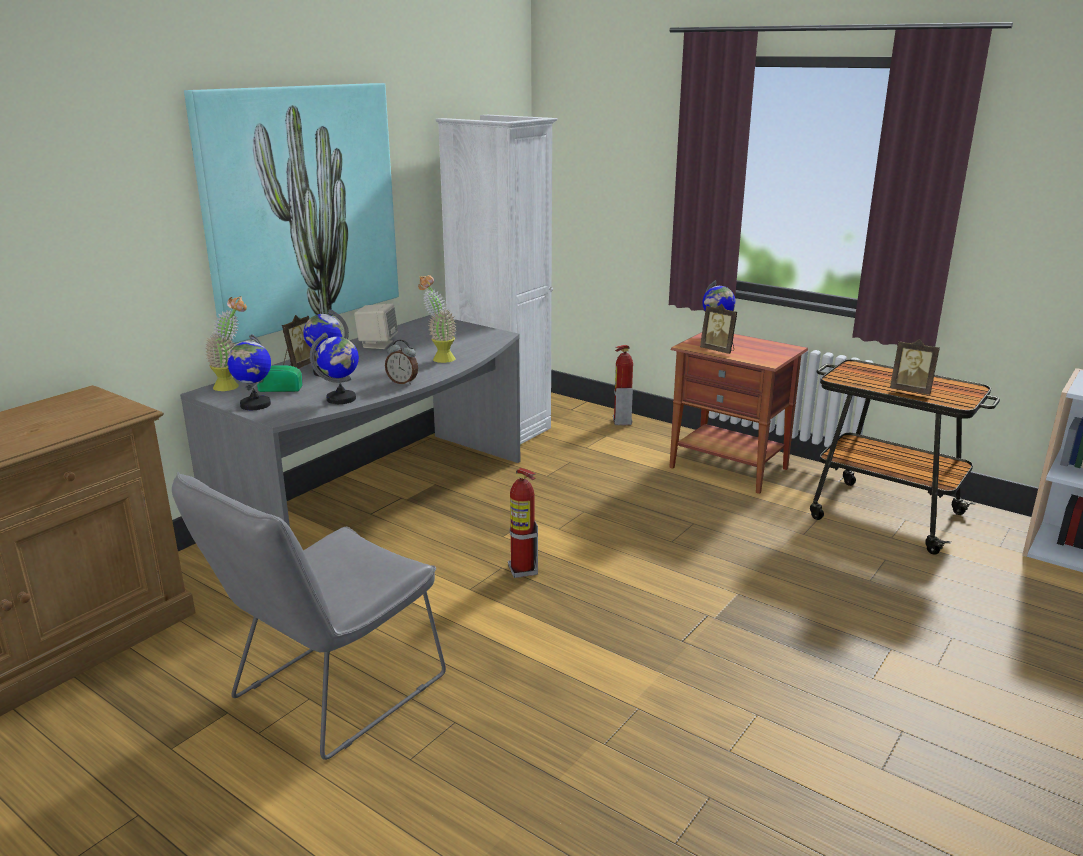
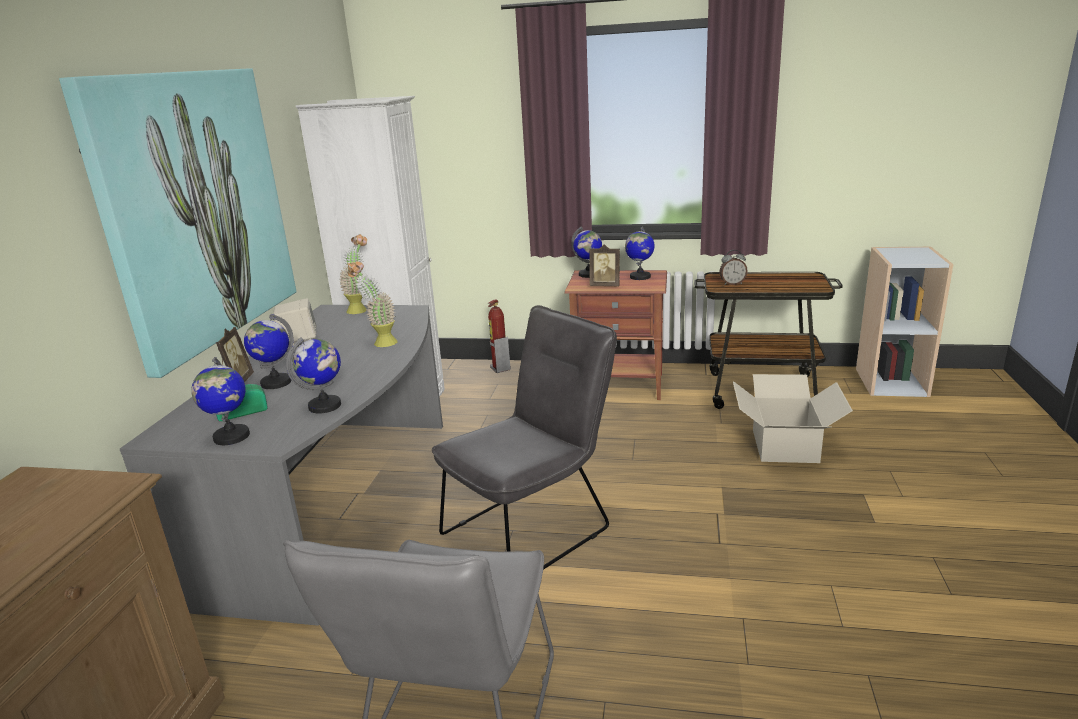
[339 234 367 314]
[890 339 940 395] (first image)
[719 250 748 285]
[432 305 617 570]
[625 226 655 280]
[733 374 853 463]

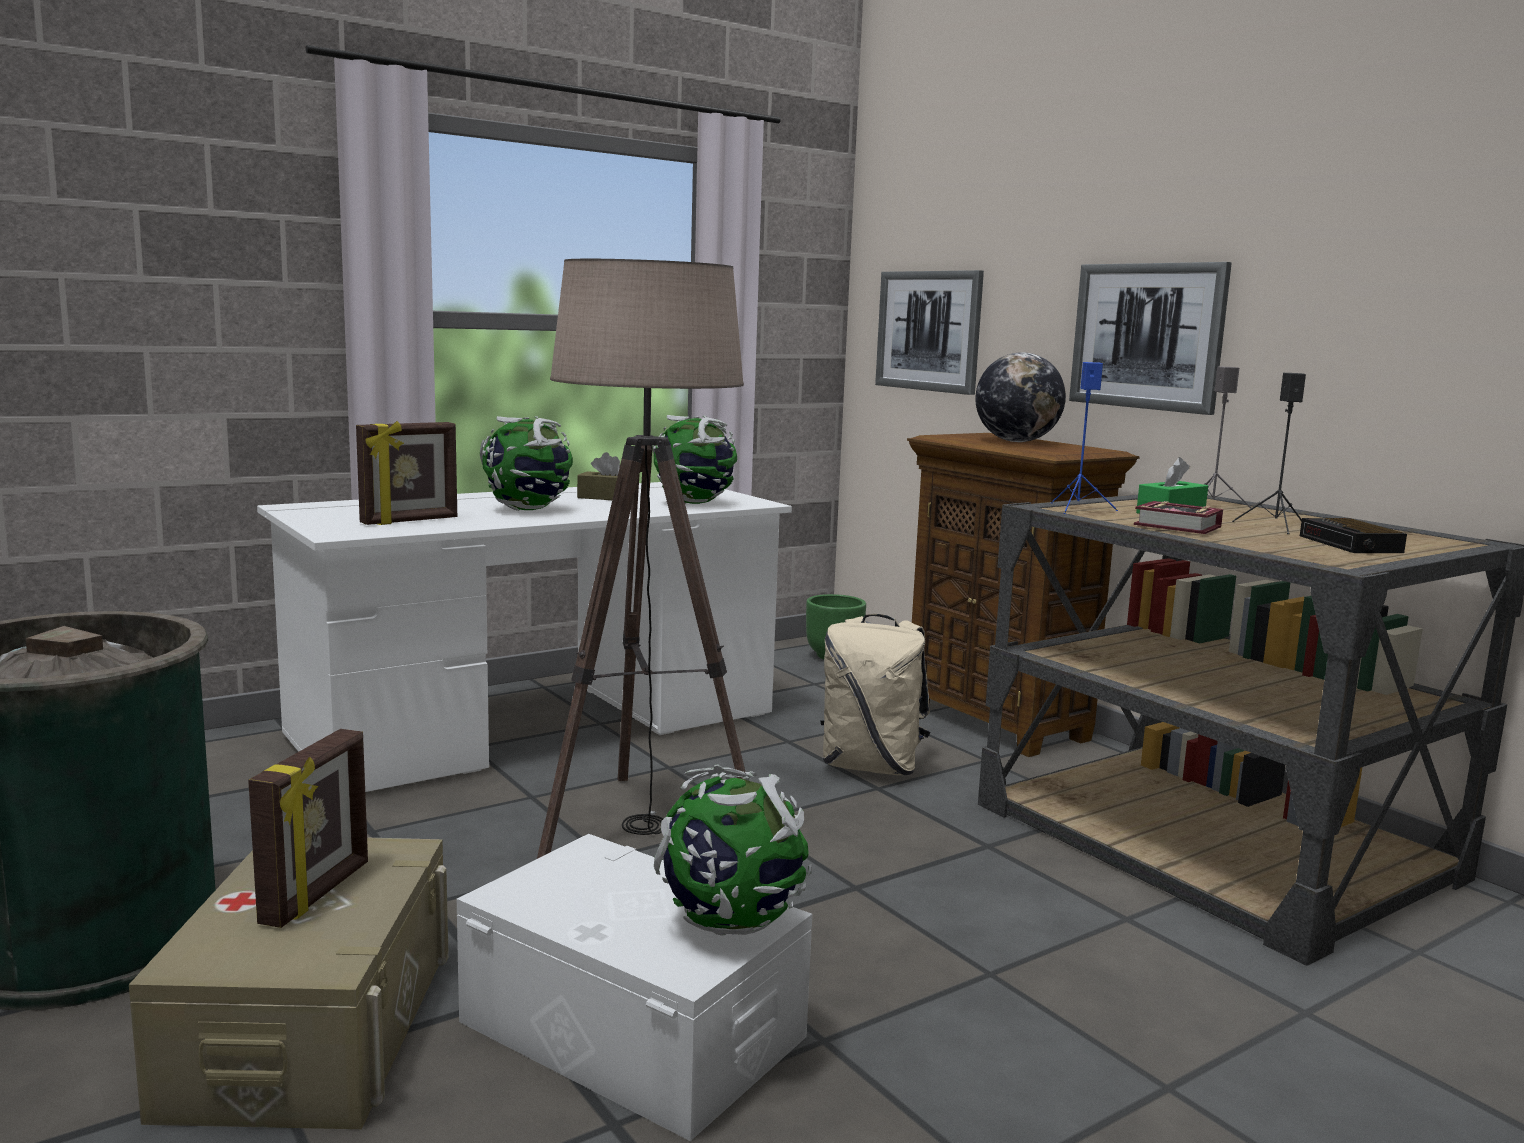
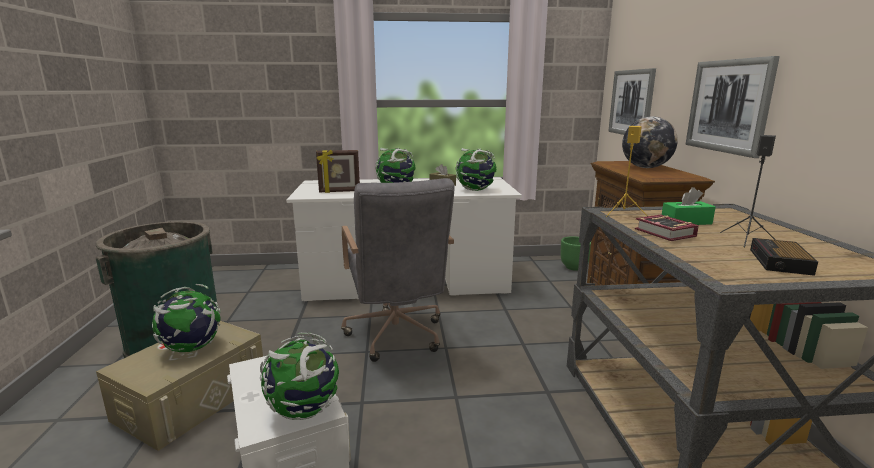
[341 178 455 362]
[606 126 648 217]
[1204 366 1253 510] (first image)
[821 614 931 775] (first image)
[152 284 221 352]

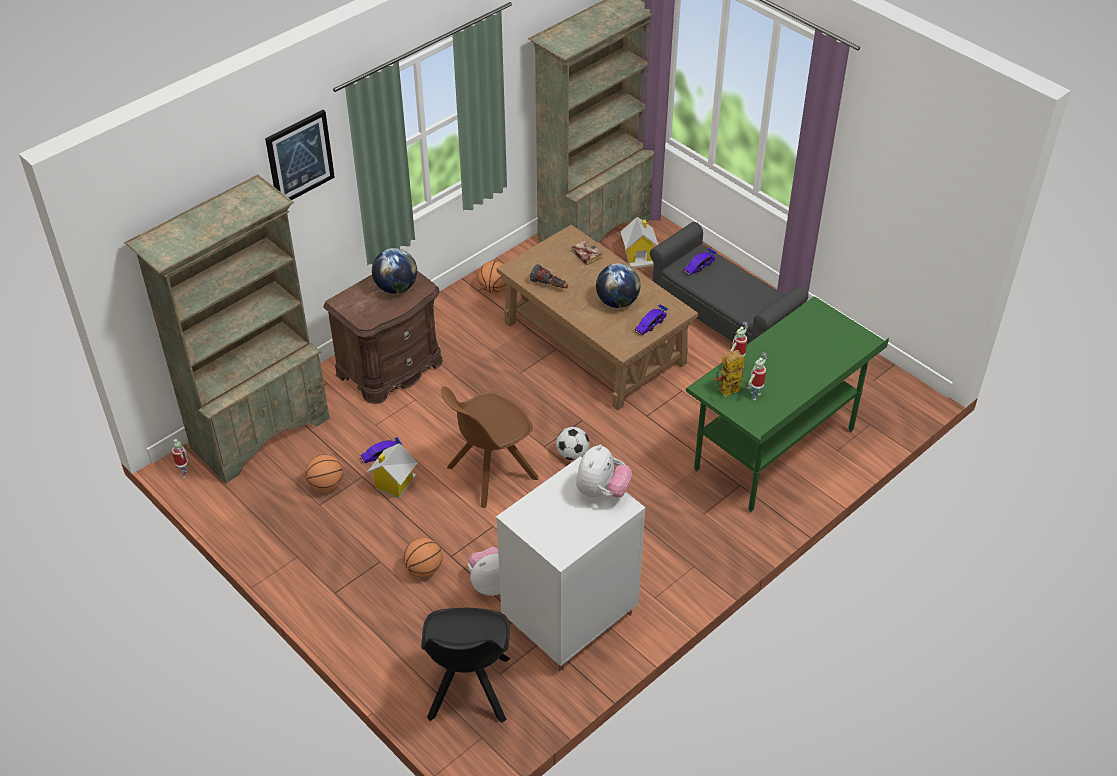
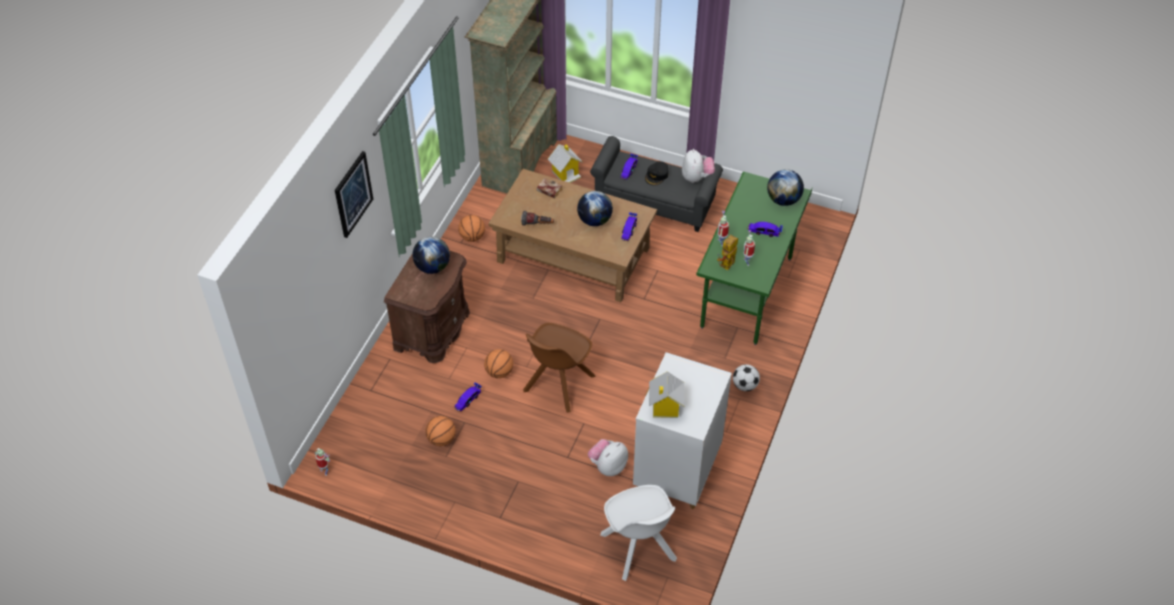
[124 174 330 483] (first image)
[733 364 760 391]
[649 371 685 418]
[682 149 715 183]
[484 349 513 378]
[600 485 677 581]
[645 161 669 186]
[767 169 804 206]
[747 222 783 237]

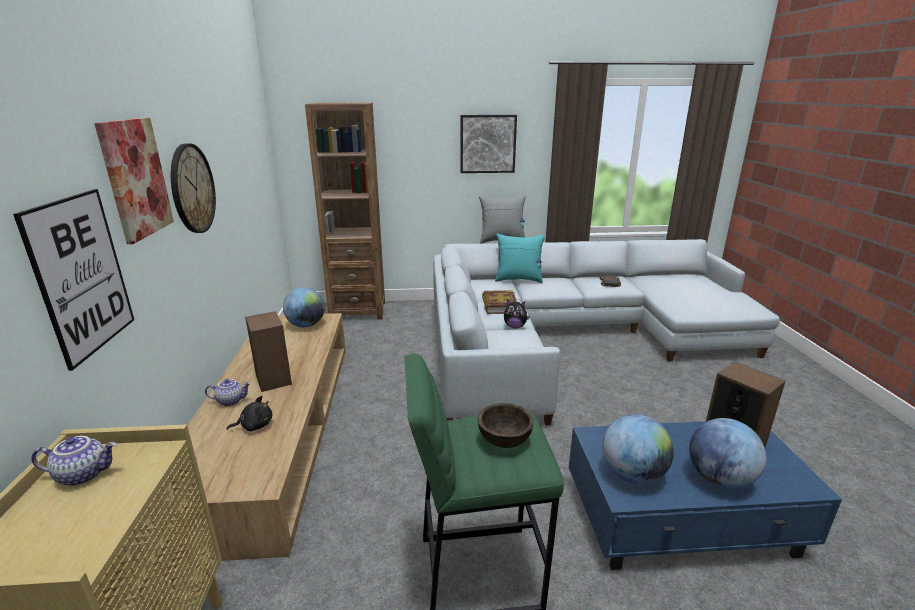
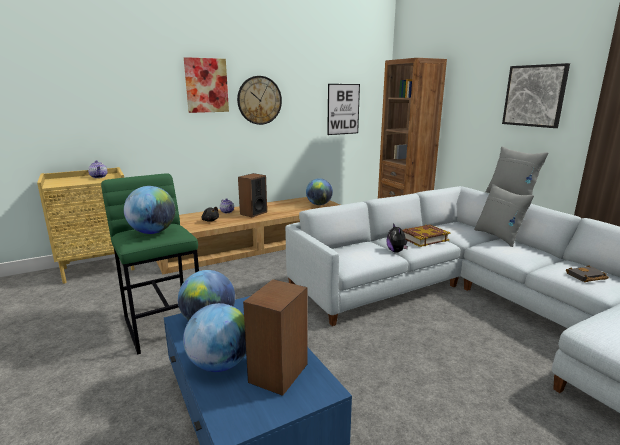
[327 84 360 135]
[474 184 534 247]
[124 186 175 234]

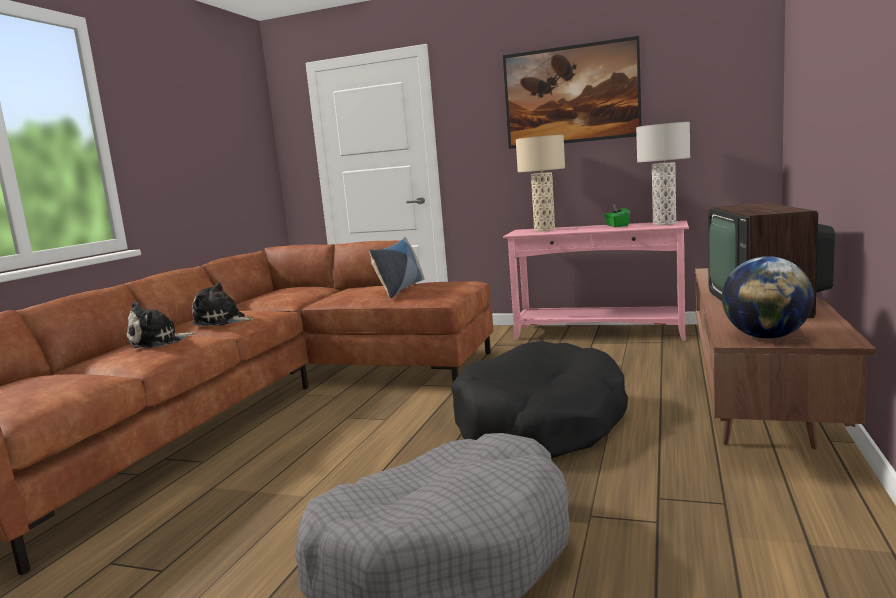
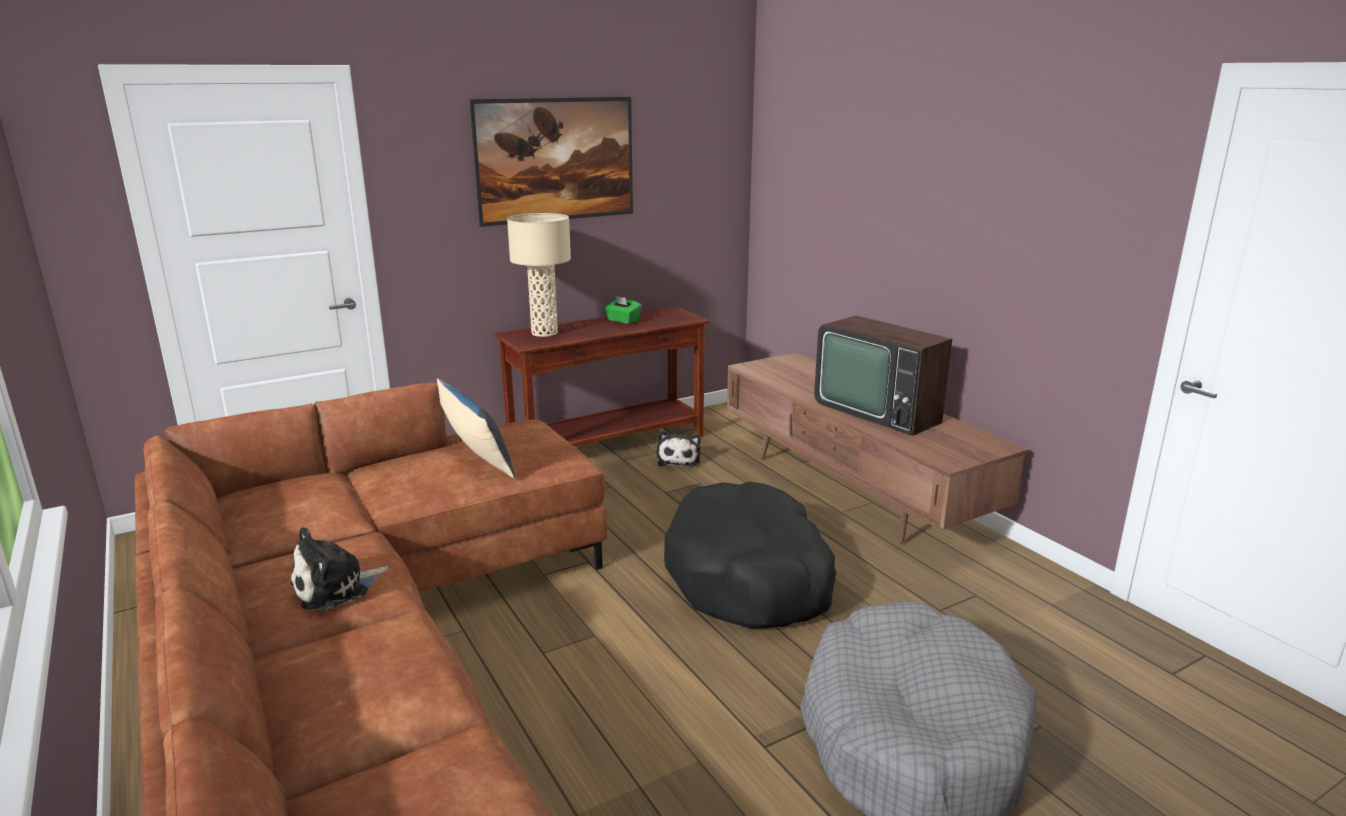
[636 122 690 225] (first image)
[493 306 710 447]
[722 256 814 339] (first image)
[656 430 701 467]

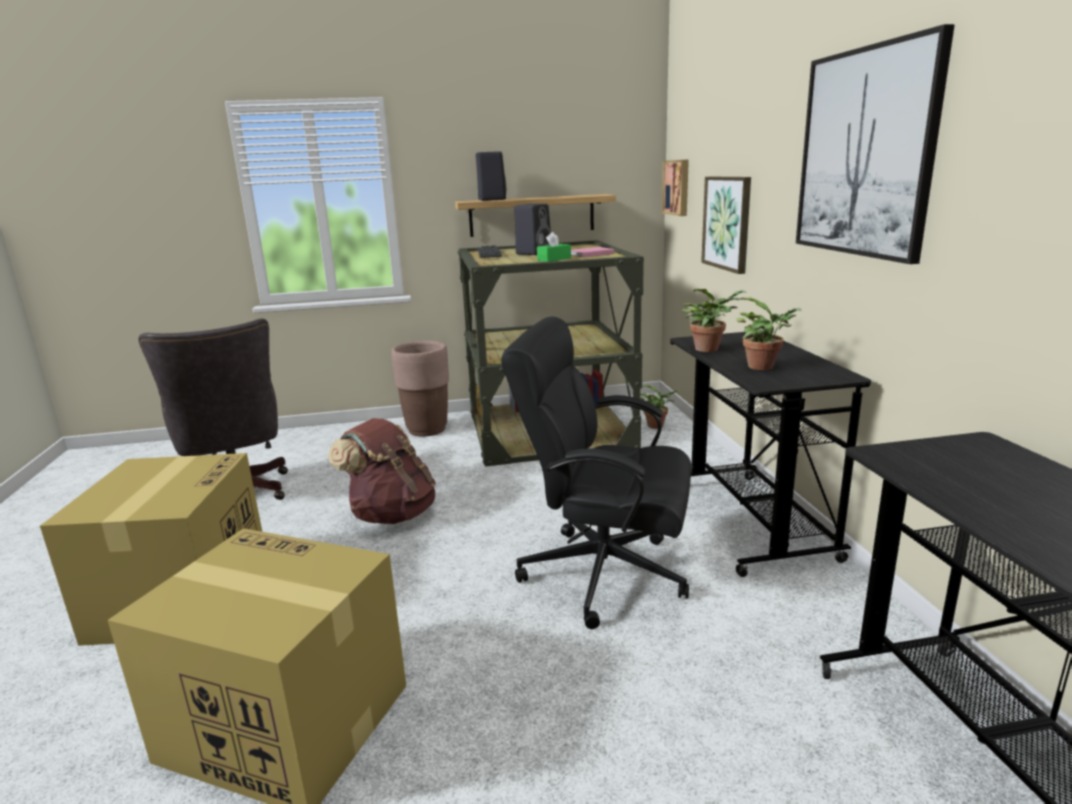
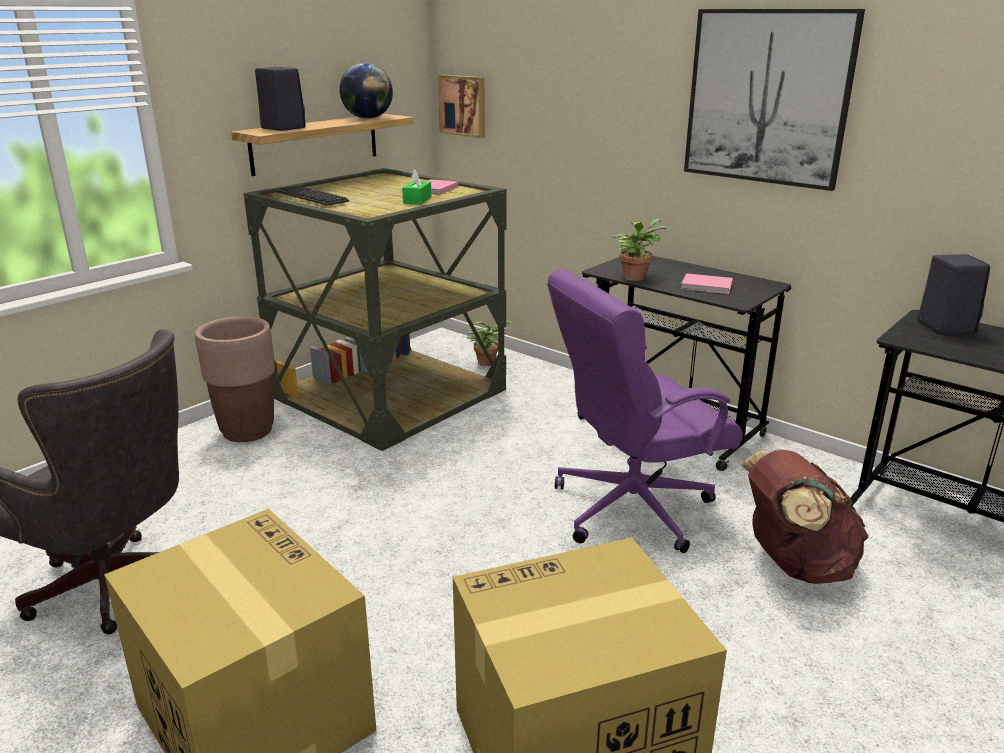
[701 177 751 274] (first image)
[918 254 990 335]
[681 273 733 294]
[548 269 743 553]
[741 450 869 584]
[340 63 393 119]

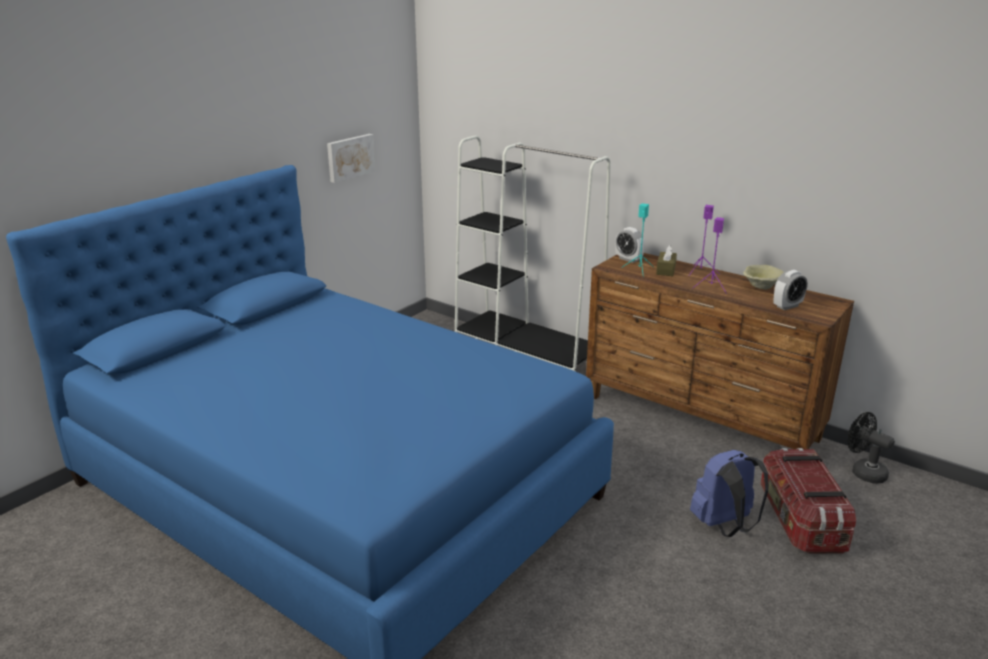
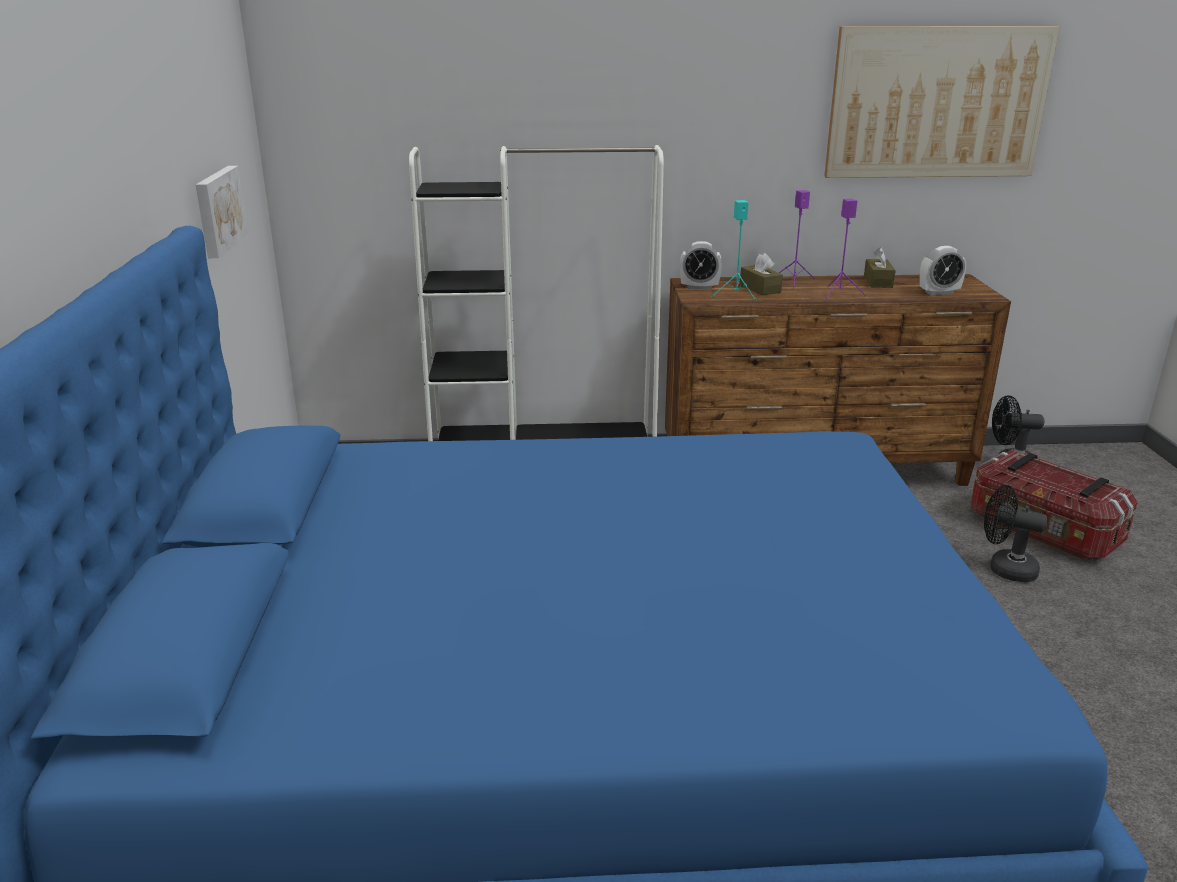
[864 247 896 288]
[919 246 966 295]
[984 485 1048 582]
[824 26 1060 178]

